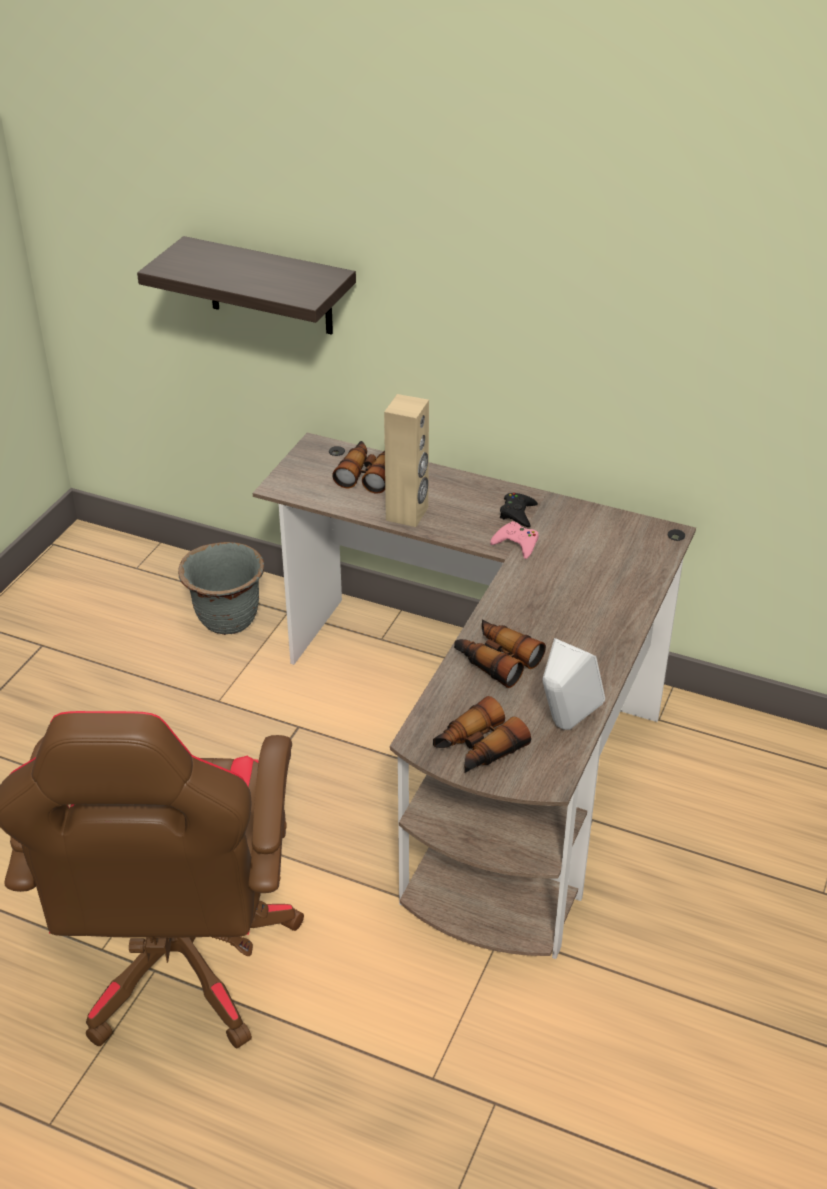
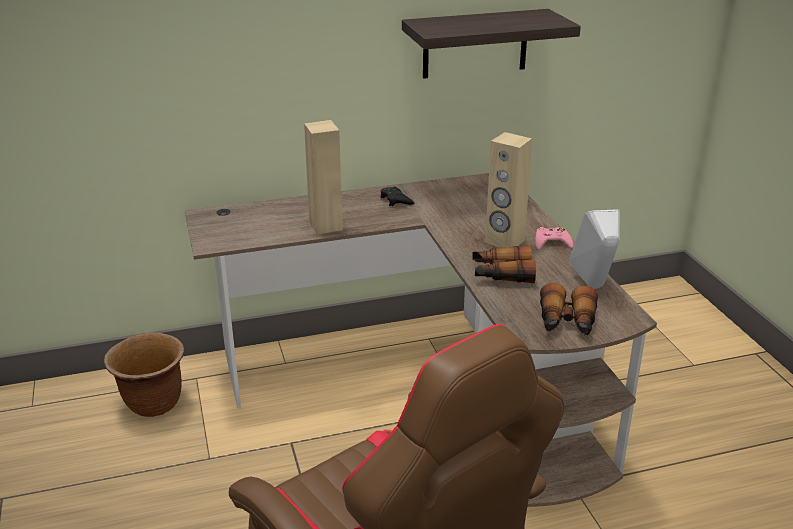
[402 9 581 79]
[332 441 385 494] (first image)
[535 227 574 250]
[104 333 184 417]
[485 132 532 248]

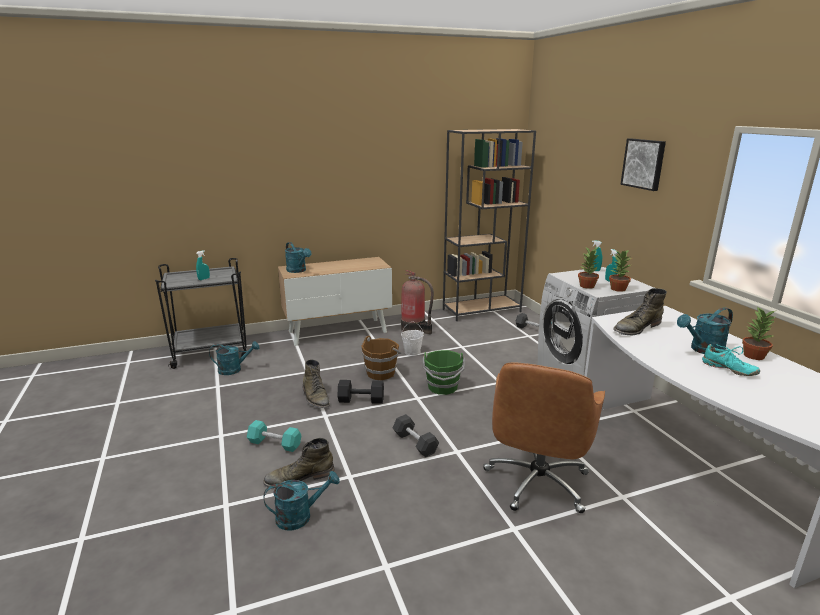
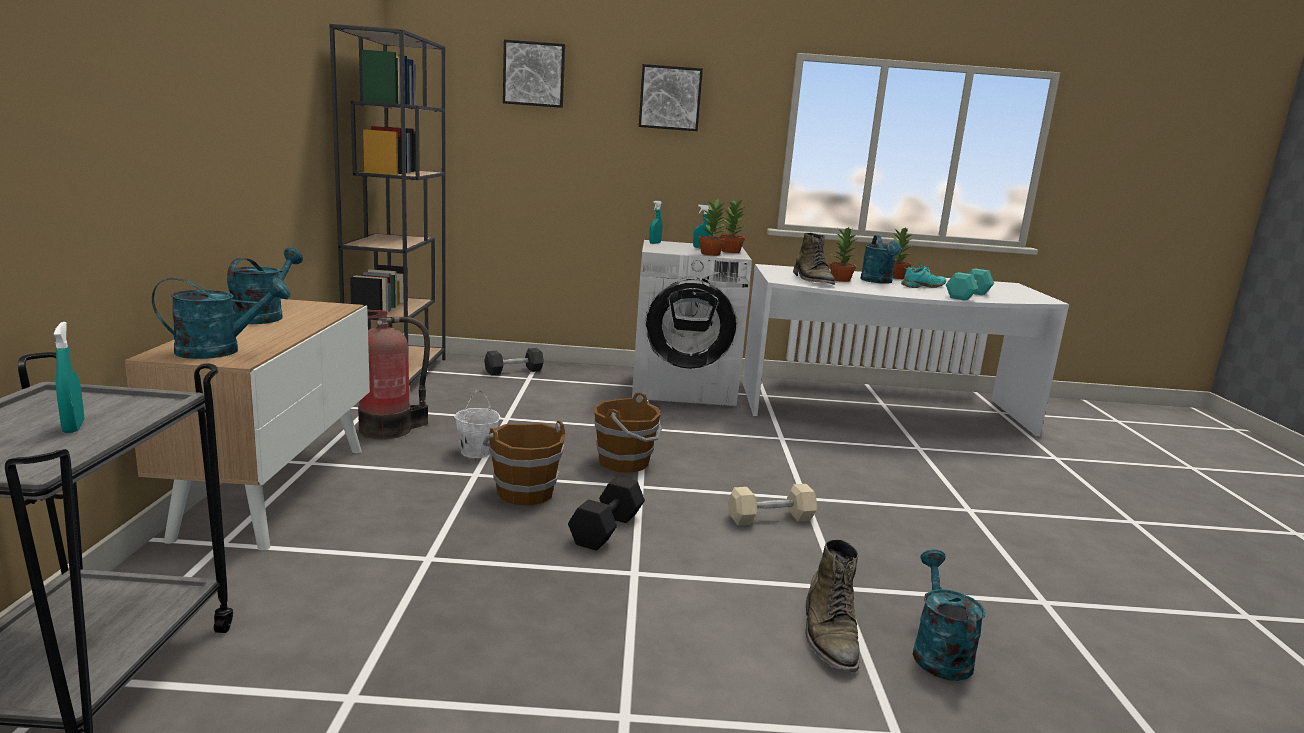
[227 248 303 324]
[594 393 662 473]
[303 359 330 408] (first image)
[484 362 605 513] (first image)
[728 484 817 526]
[946 268 994 301]
[503 40 565 108]
[829 227 857 282]

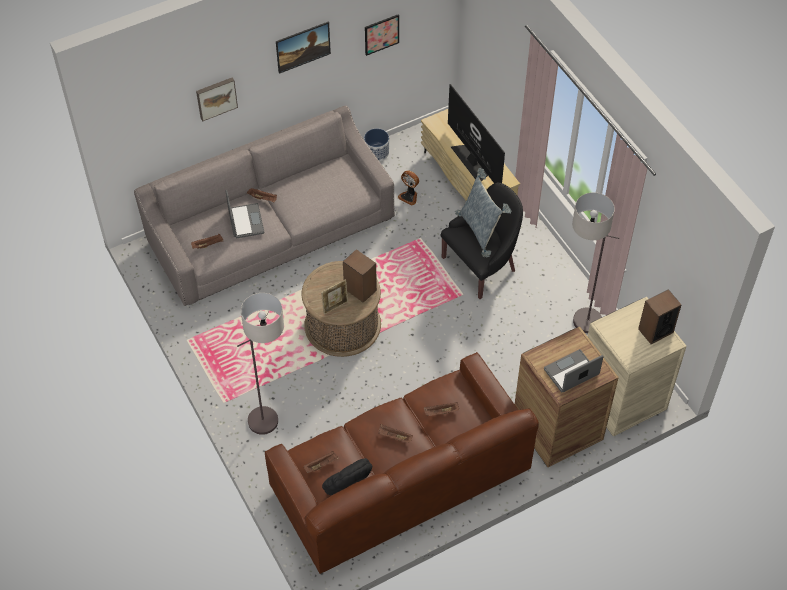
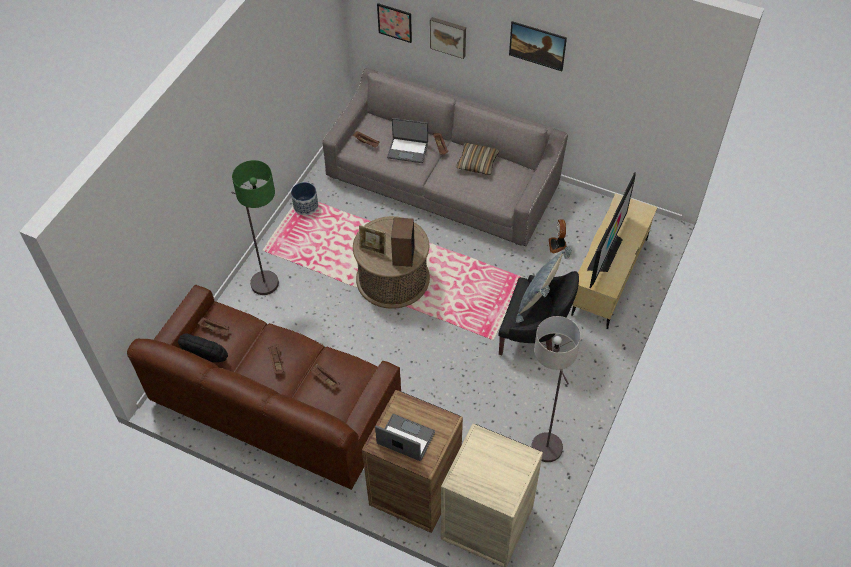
[377 3 412 43]
[291 182 318 215]
[387 118 428 163]
[638 289 681 344] (first image)
[231 160 279 295]
[456 142 499 175]

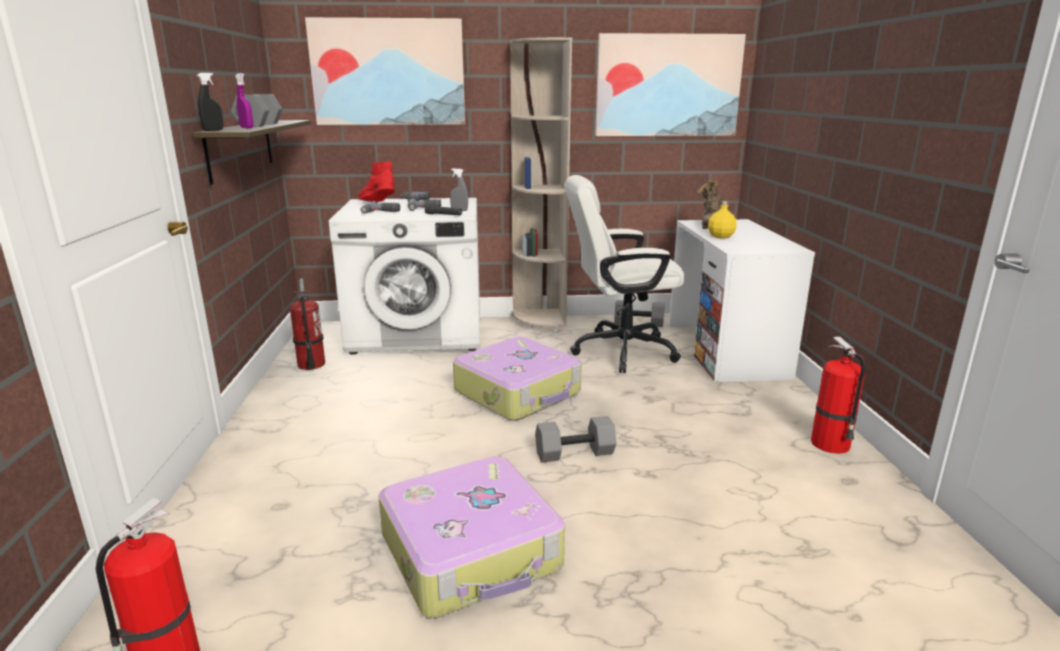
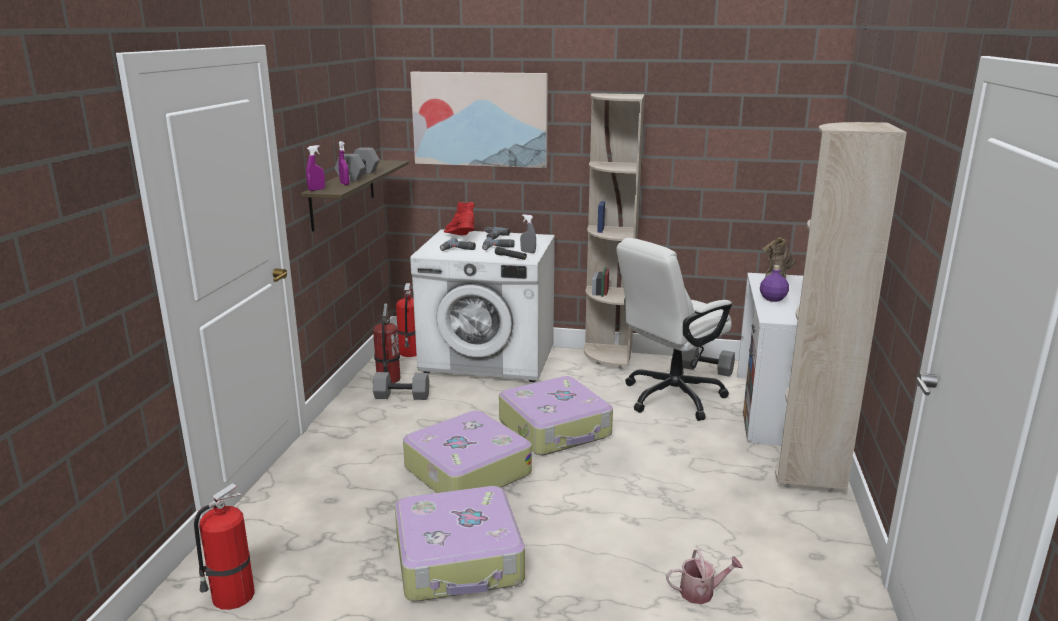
[595 33 746 136] (first image)
[306 145 325 191]
[616 238 732 421]
[760 265 789 302]
[396 283 417 357]
[373 372 429 400]
[775 122 907 492]
[403 411 532 493]
[666 550 743 604]

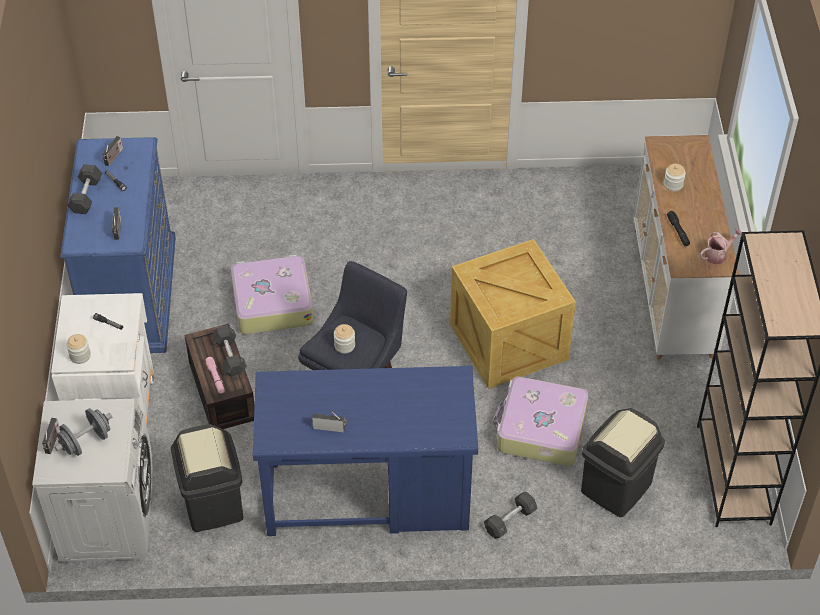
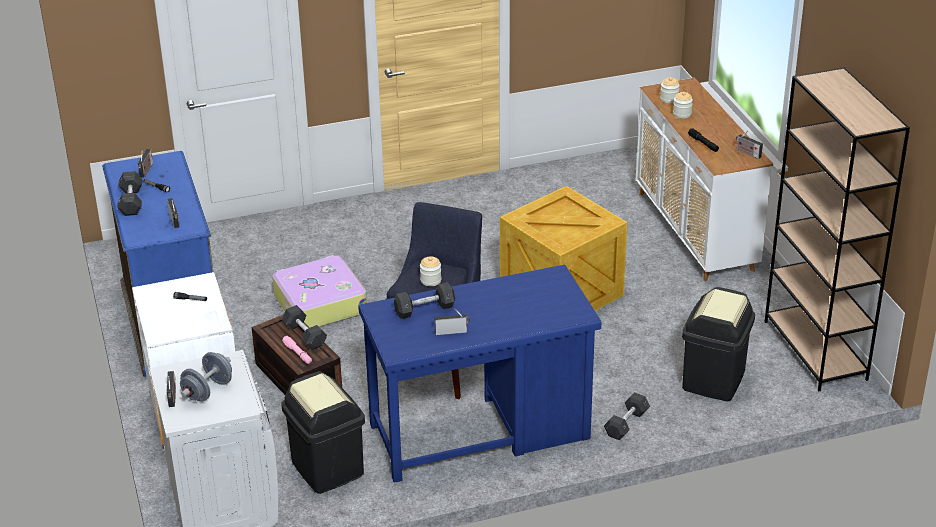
[736 131 763 159]
[660 77 680 103]
[493 376 589 466] (first image)
[394 282 455 319]

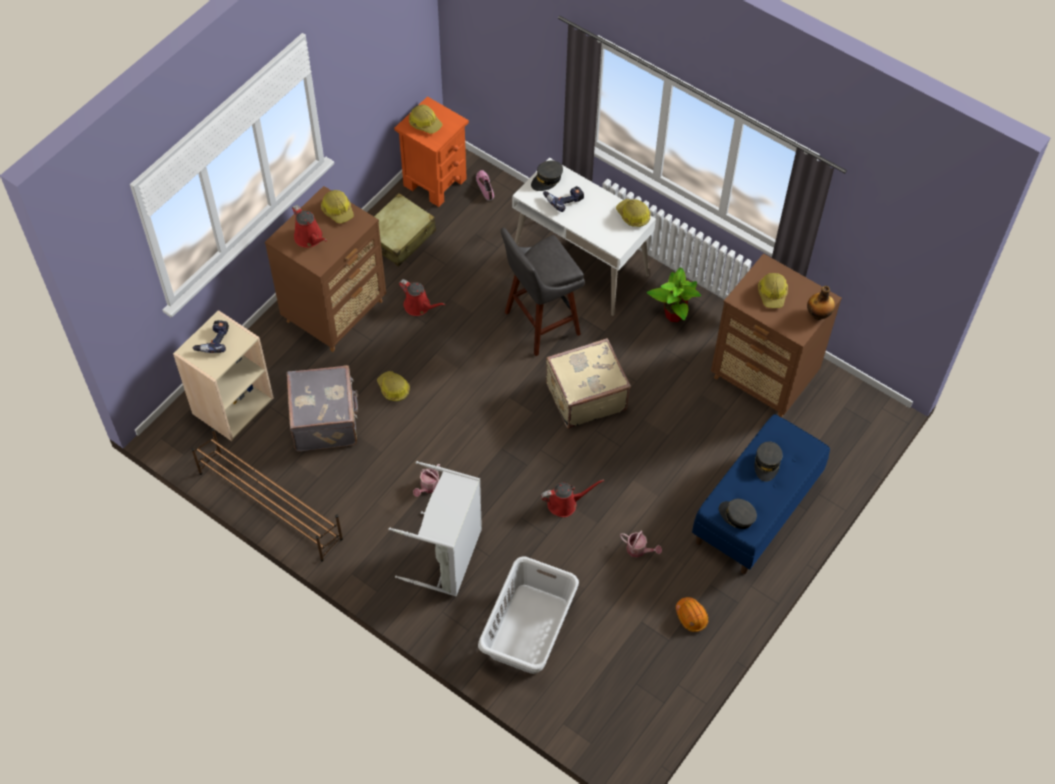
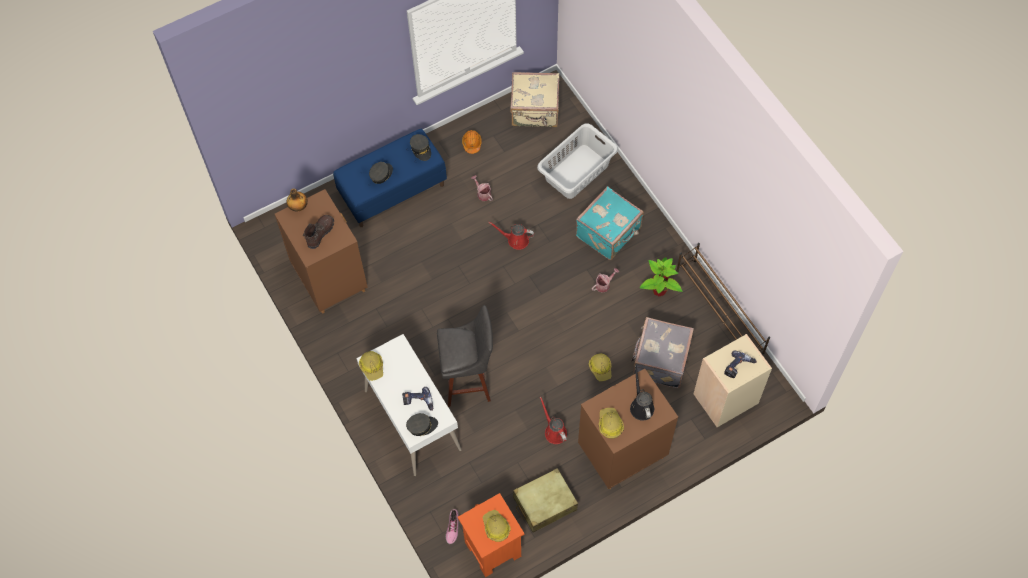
[630 365 654 421]
[640 257 682 296]
[303 215 334 249]
[510 72 560 127]
[576 186 644 260]

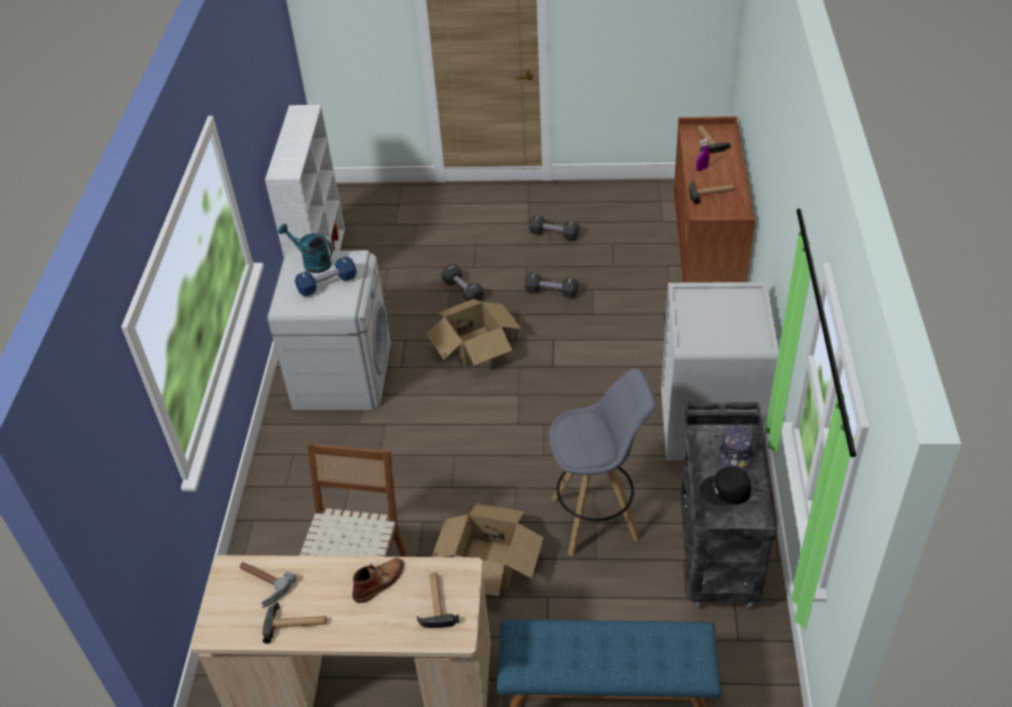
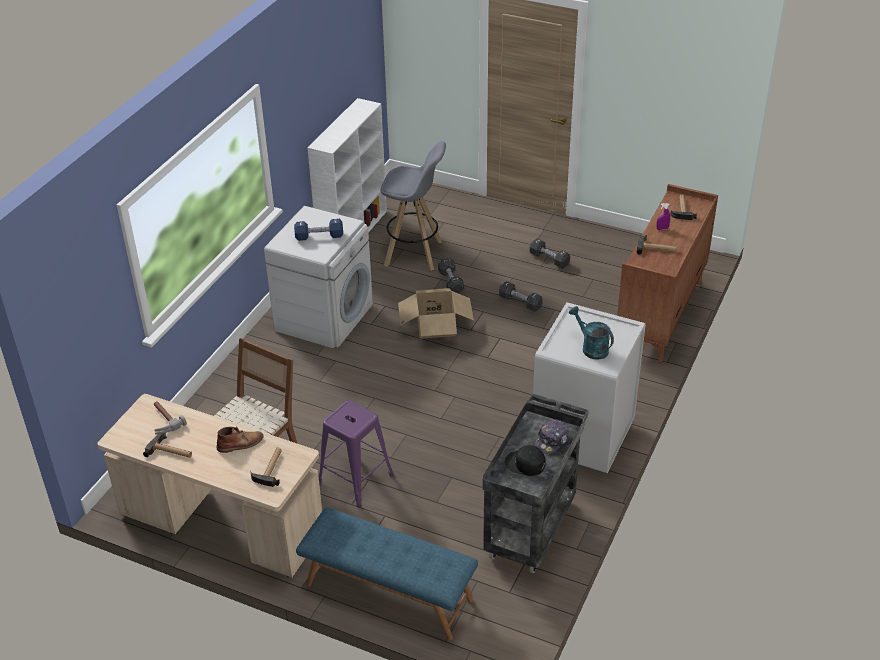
[569 306 614 360]
[381 141 446 271]
[318 401 394 507]

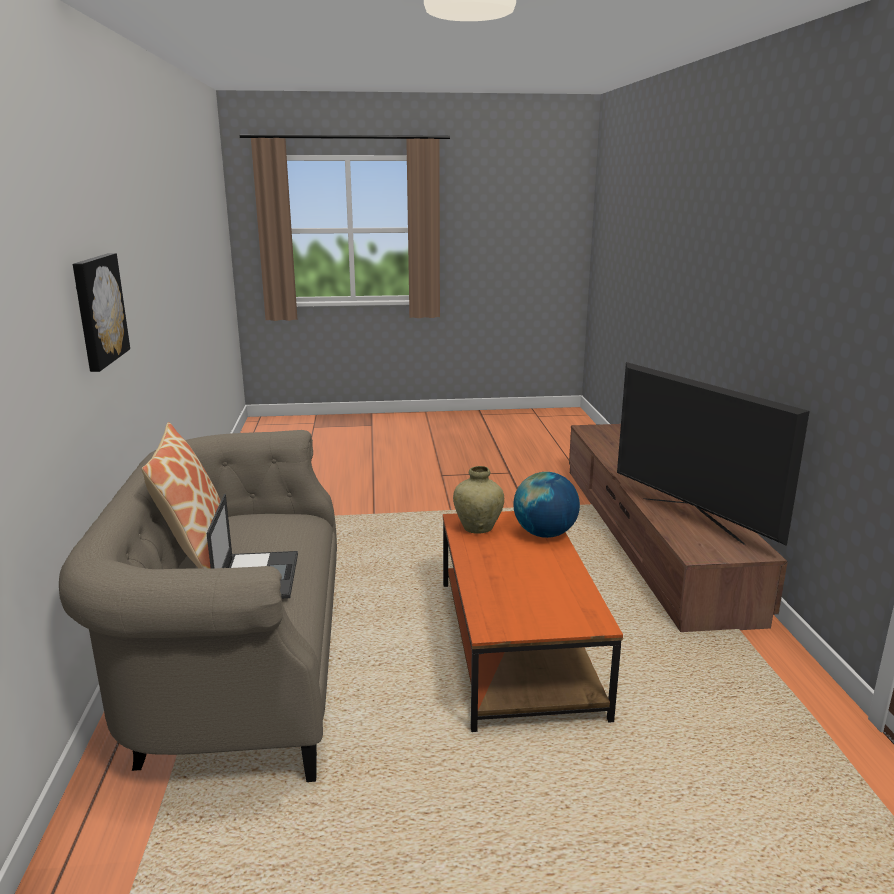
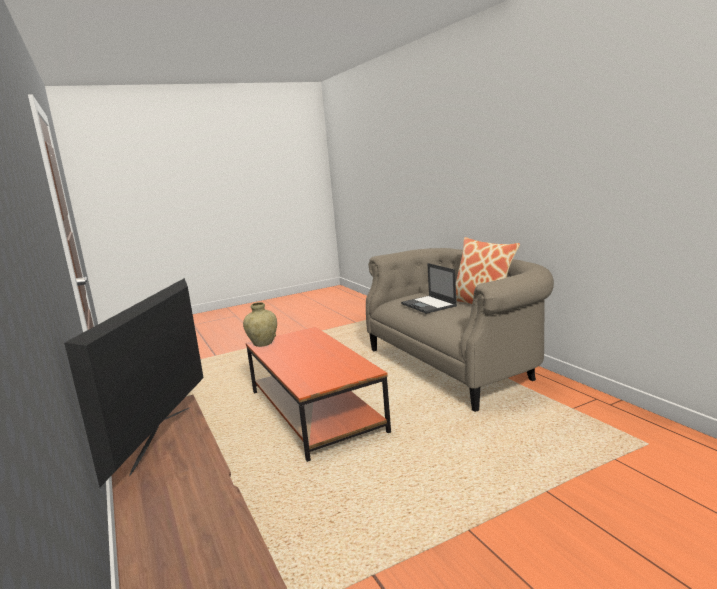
[73 253 130 372] (first image)
[64 278 204 487]
[243 302 277 347]
[513 472 580 538] (first image)

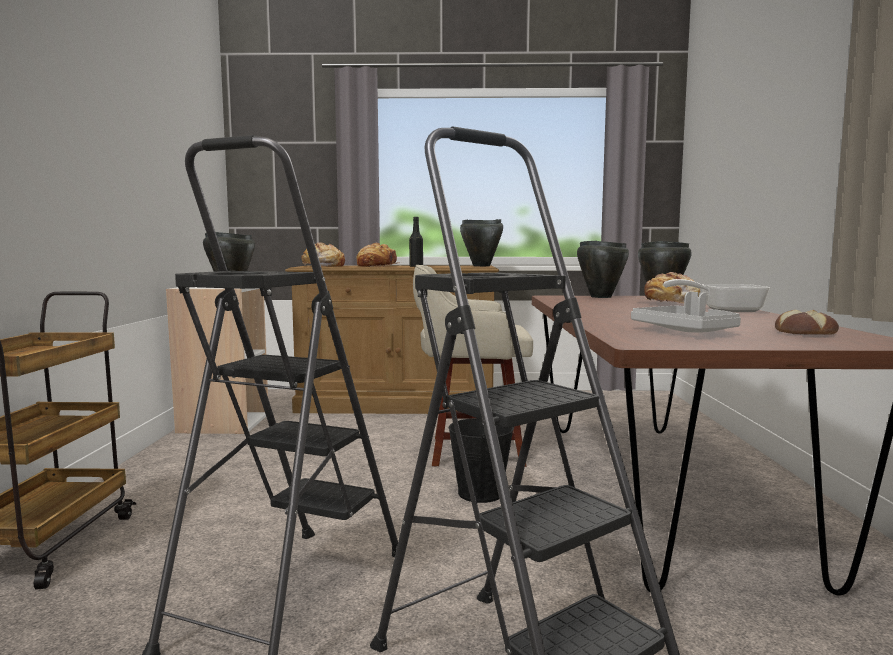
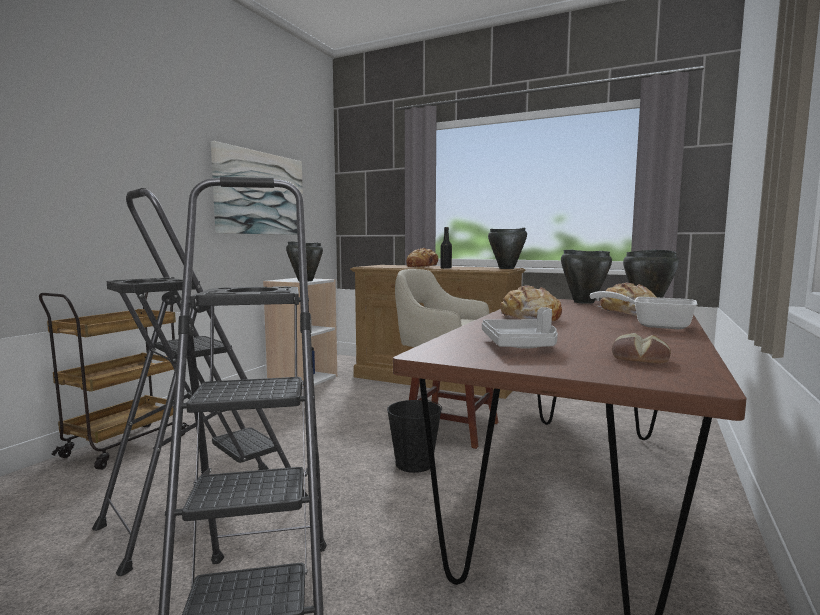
[500 285 562 321]
[211 141 303 235]

